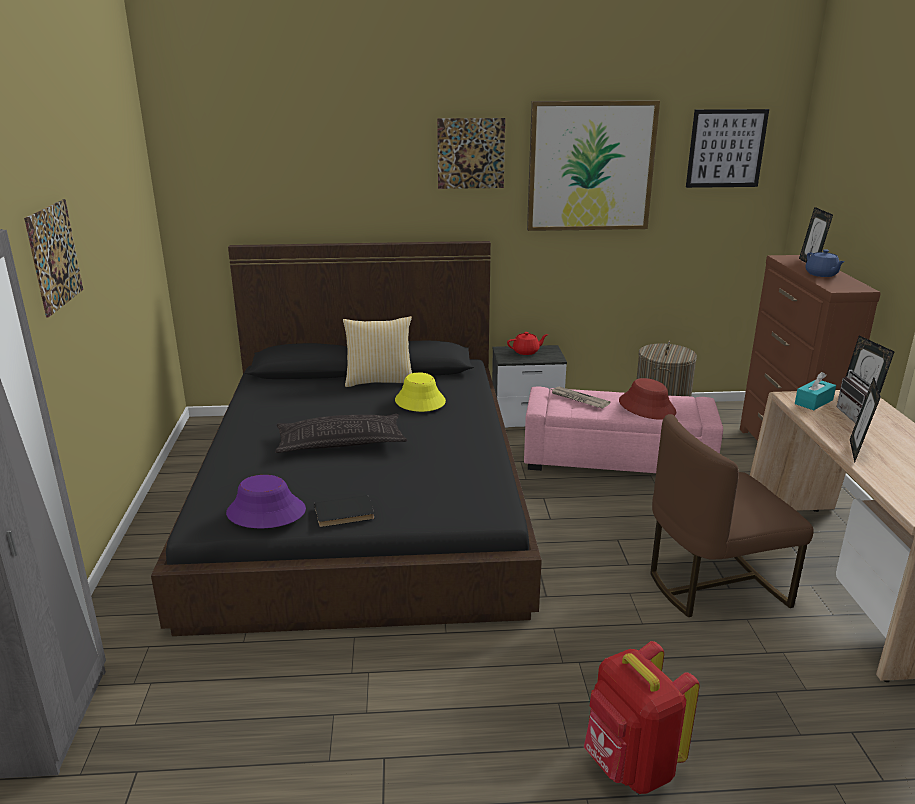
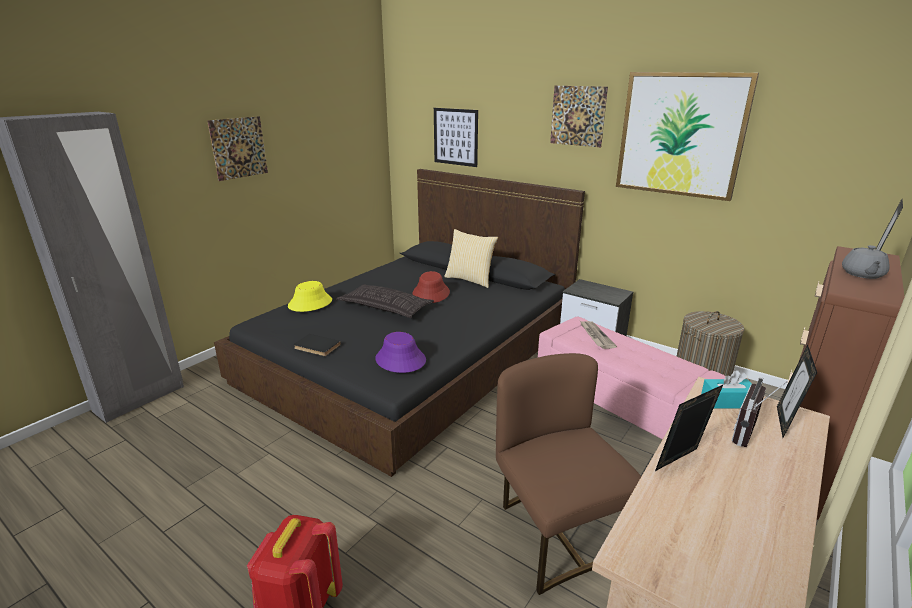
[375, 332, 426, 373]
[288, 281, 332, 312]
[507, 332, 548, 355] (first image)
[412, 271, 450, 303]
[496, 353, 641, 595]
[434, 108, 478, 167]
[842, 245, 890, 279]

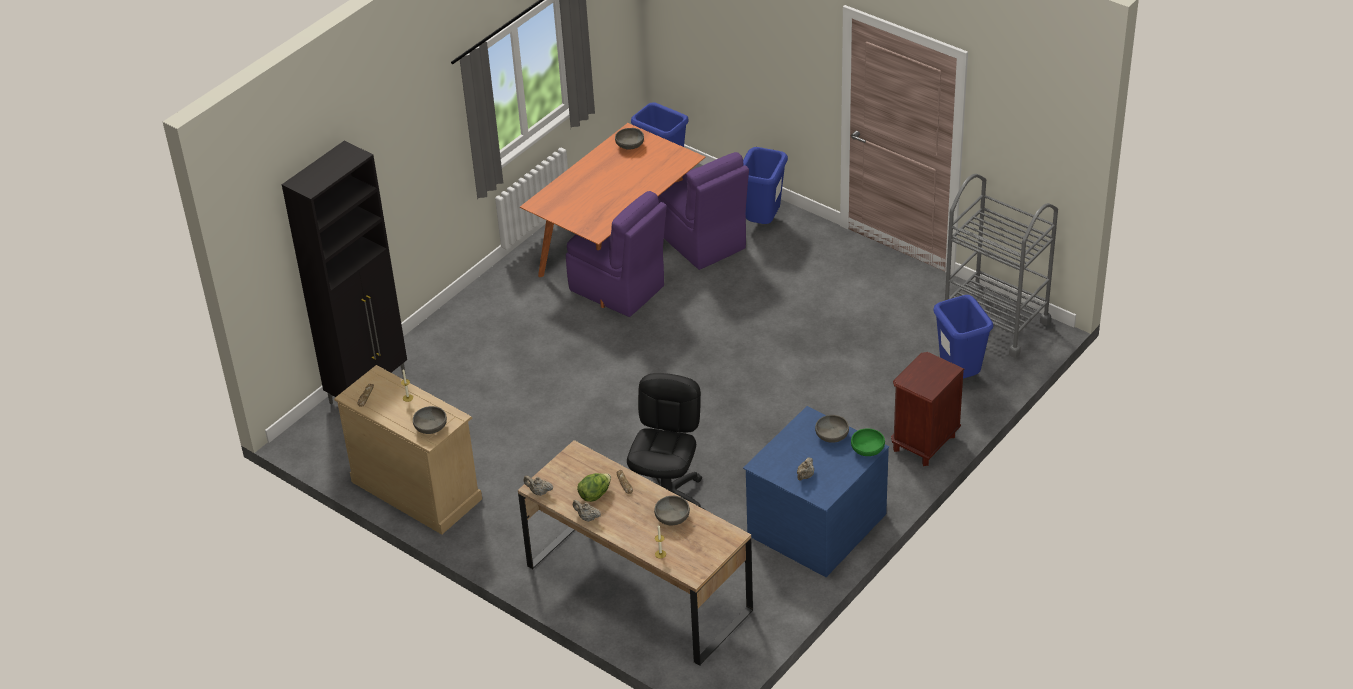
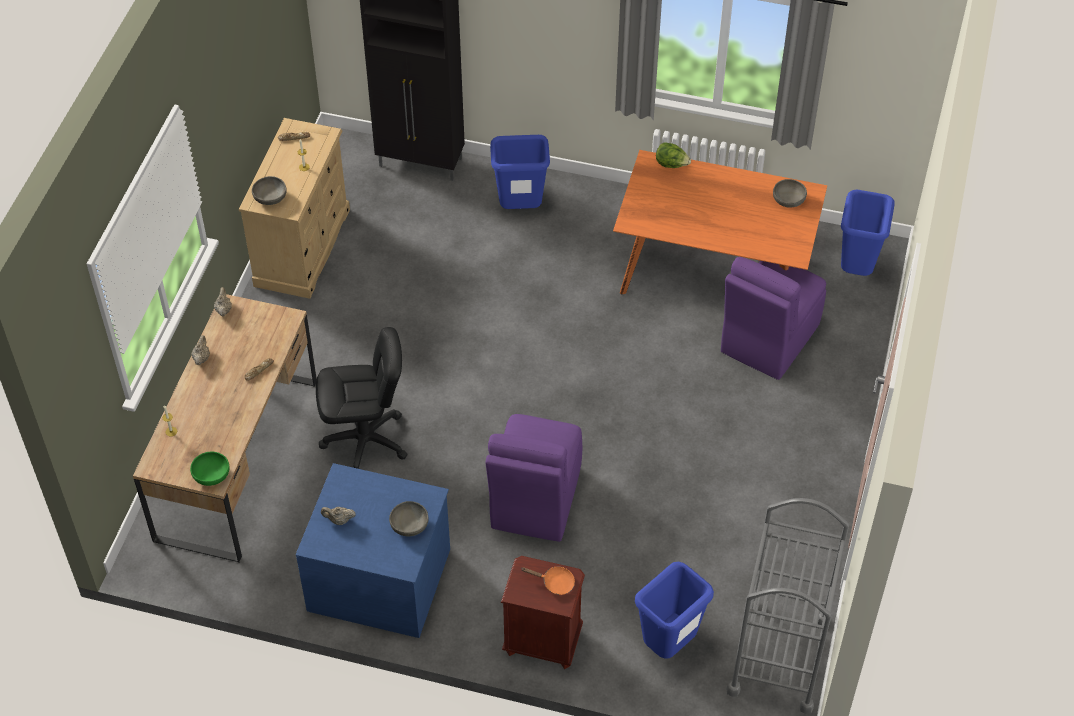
[485, 414, 582, 542]
[656, 142, 691, 168]
[654, 496, 690, 525] (first image)
[490, 135, 550, 209]
[190, 452, 230, 486]
[521, 567, 575, 595]

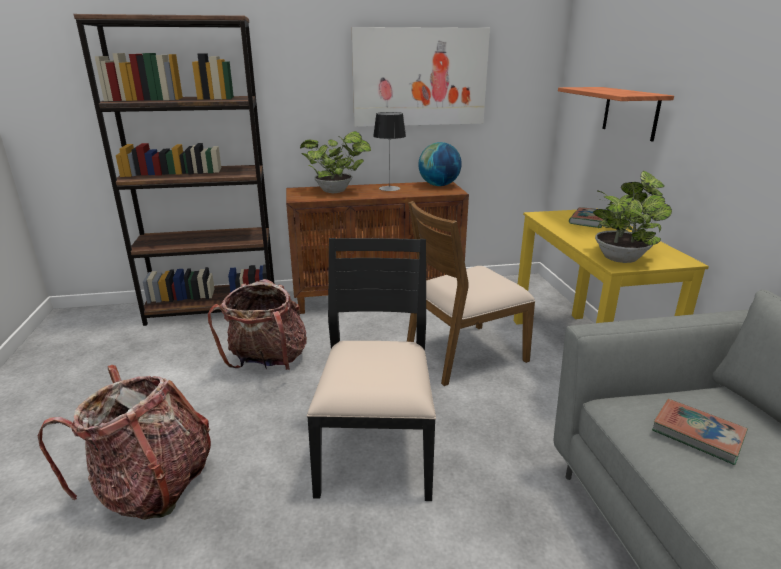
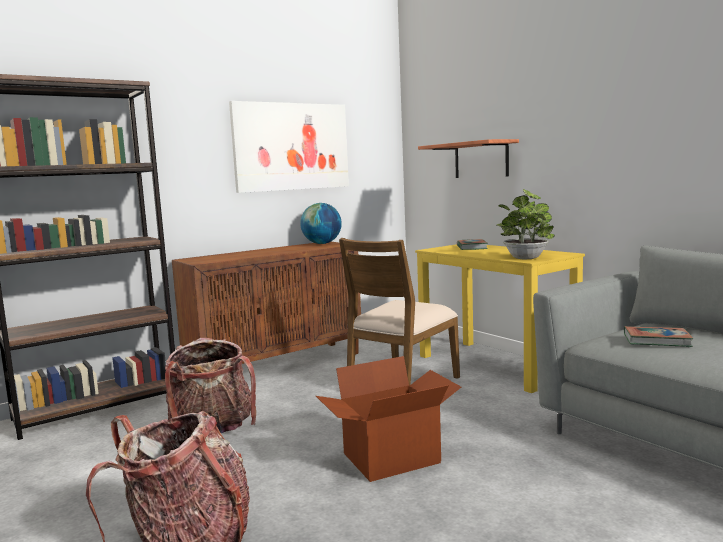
[300, 131, 371, 193] (first image)
[316, 356, 461, 482]
[373, 112, 406, 191] (first image)

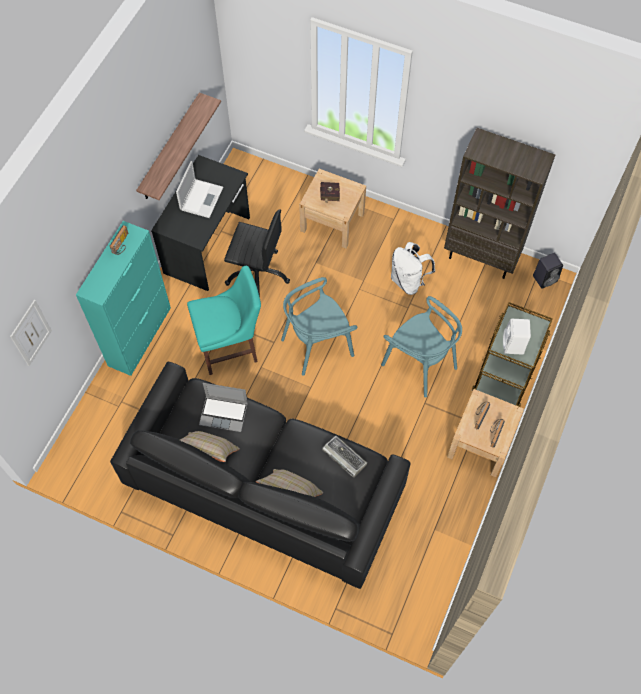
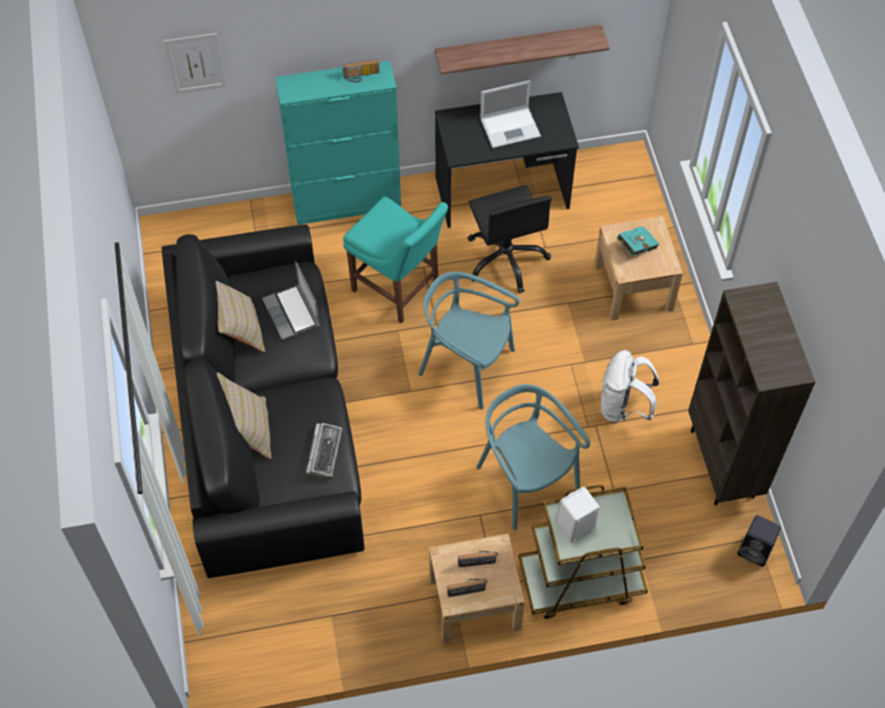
[617, 227, 659, 256]
[476, 384, 590, 530]

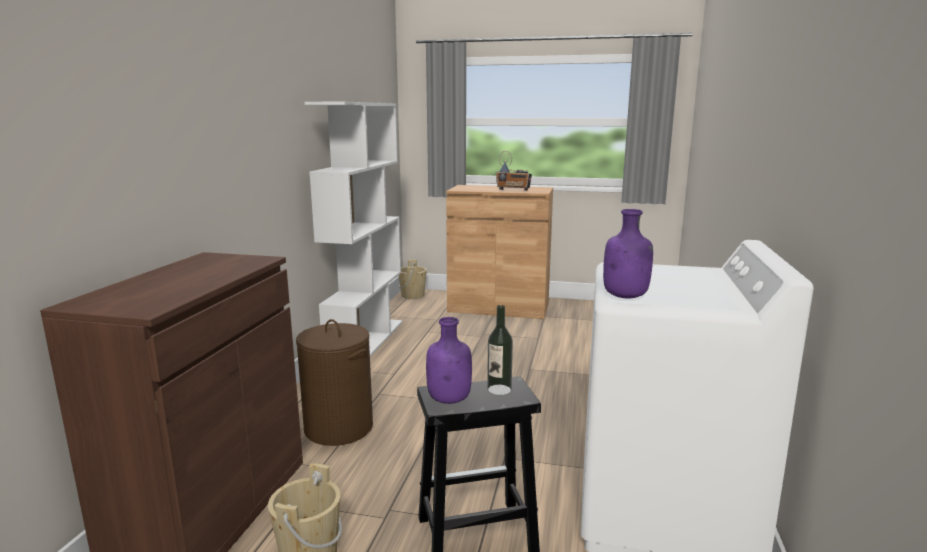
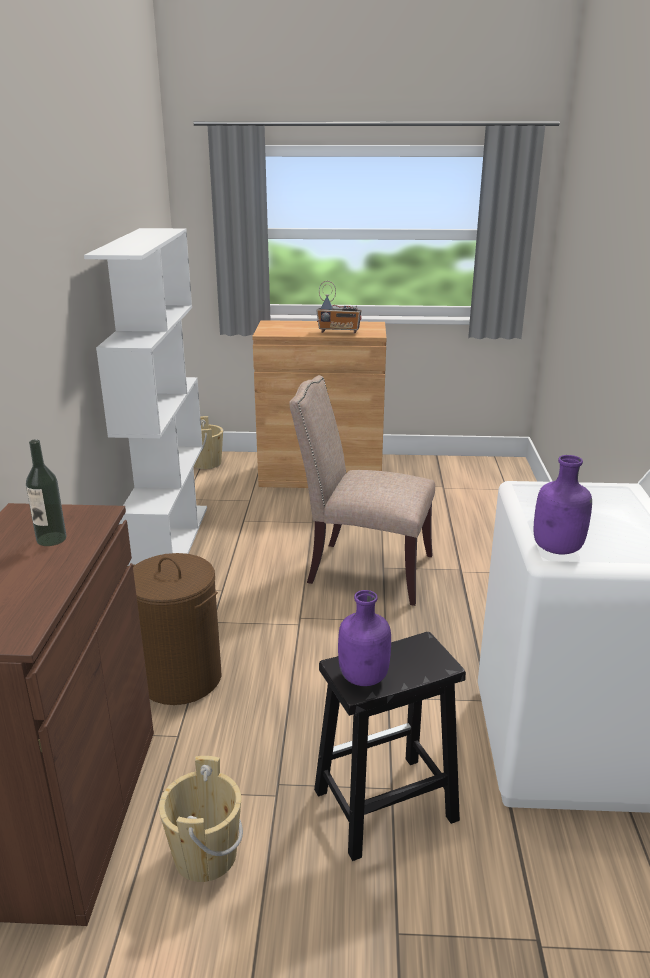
[26, 439, 67, 546]
[289, 375, 435, 606]

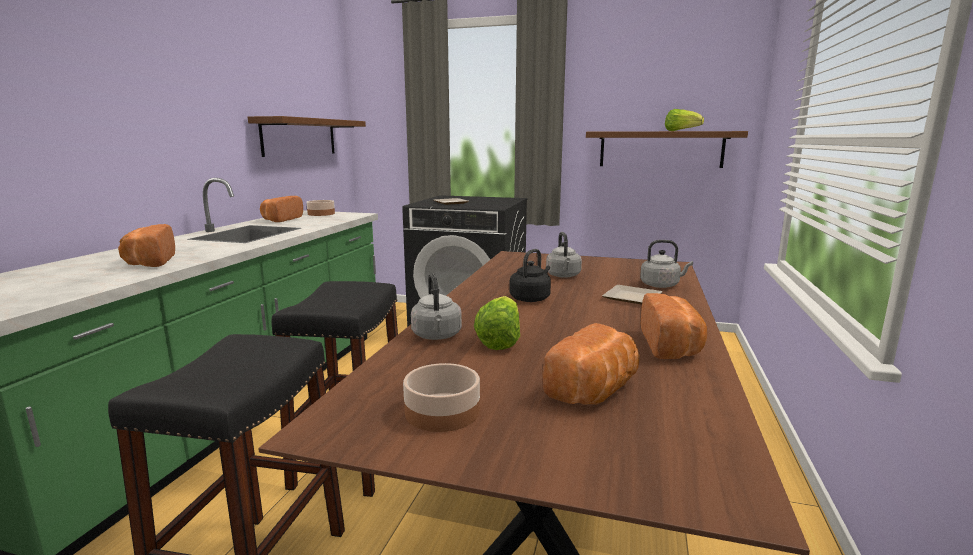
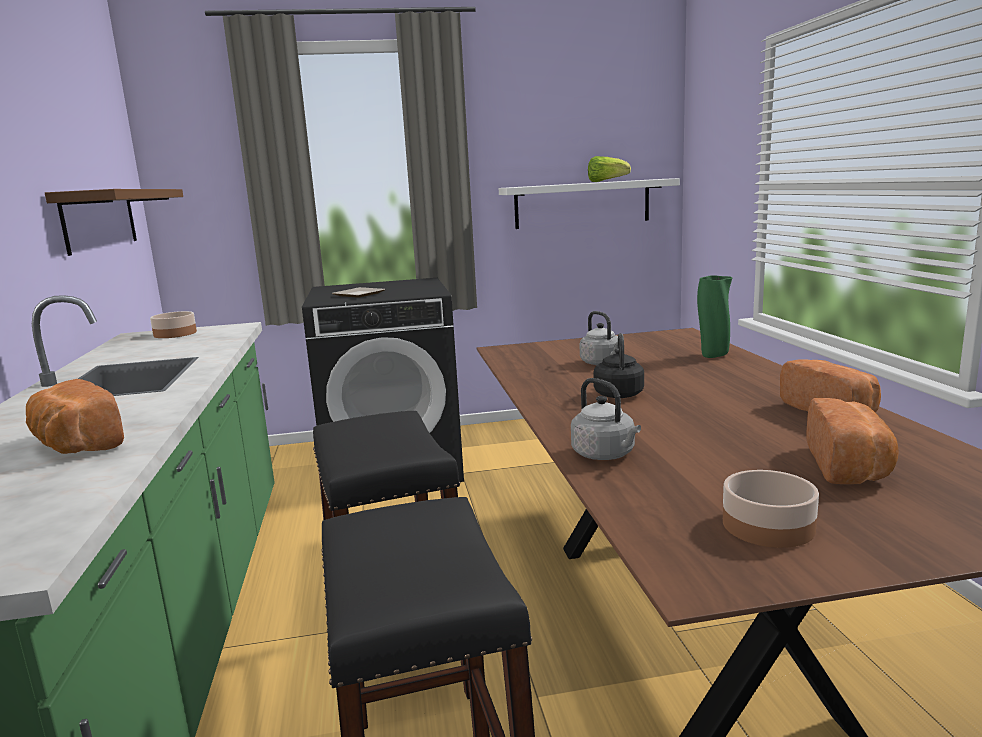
[260, 196, 303, 222] (first image)
[474, 296, 520, 350] (first image)
[499, 178, 680, 229]
[602, 285, 662, 305] (first image)
[697, 275, 732, 358]

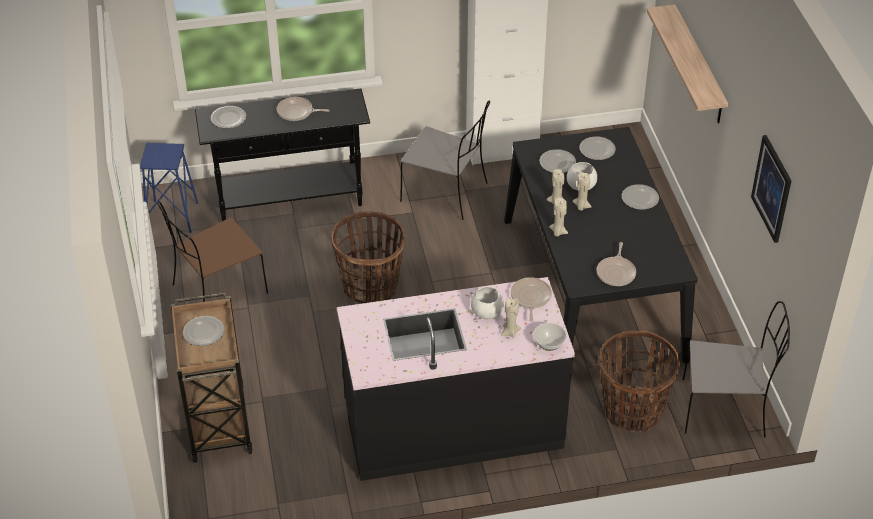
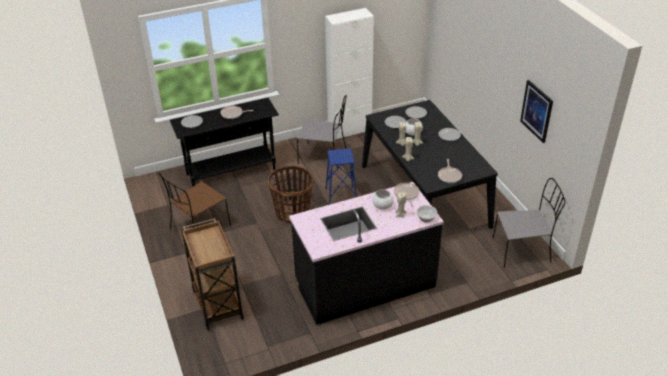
[325, 148, 357, 205]
[183, 316, 224, 346] (first image)
[599, 331, 680, 432] (first image)
[647, 4, 728, 124] (first image)

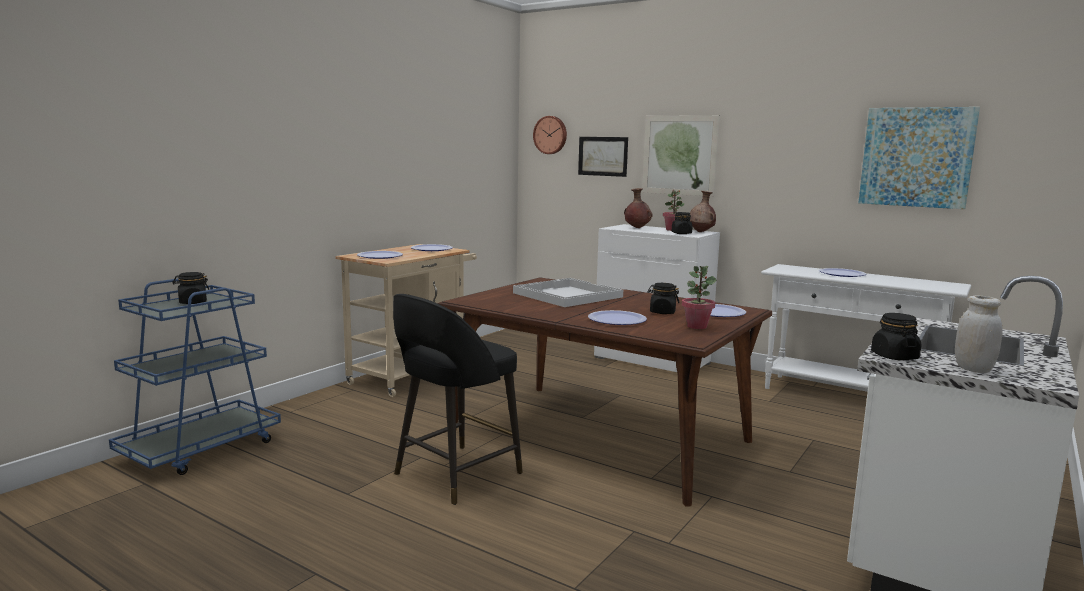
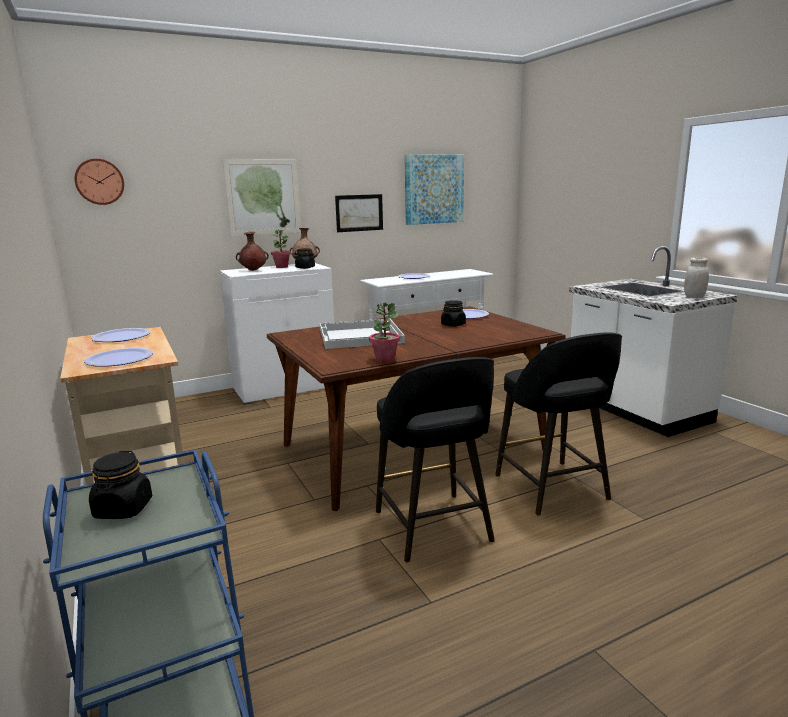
[335, 194, 383, 232]
[588, 310, 647, 325] (first image)
[369, 302, 400, 363]
[871, 313, 921, 360] (first image)
[495, 332, 622, 516]

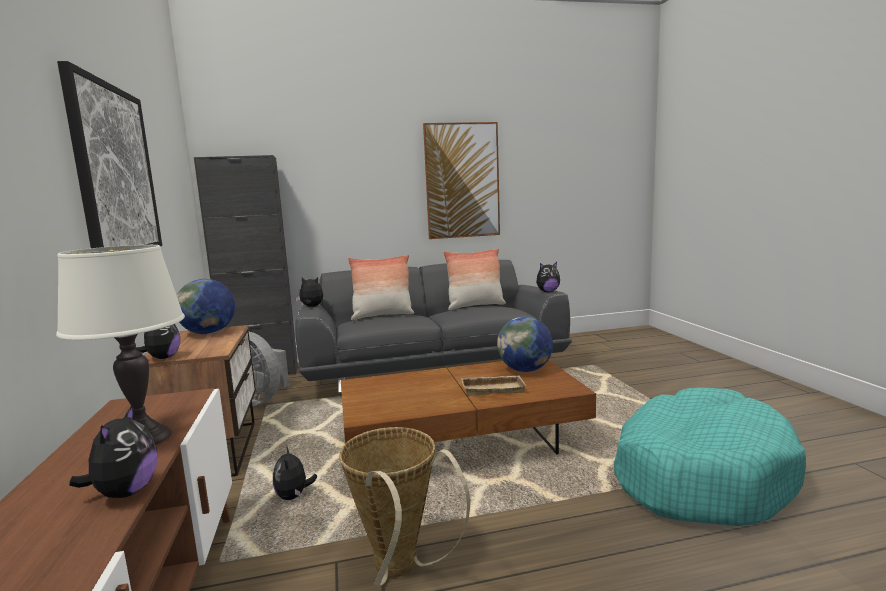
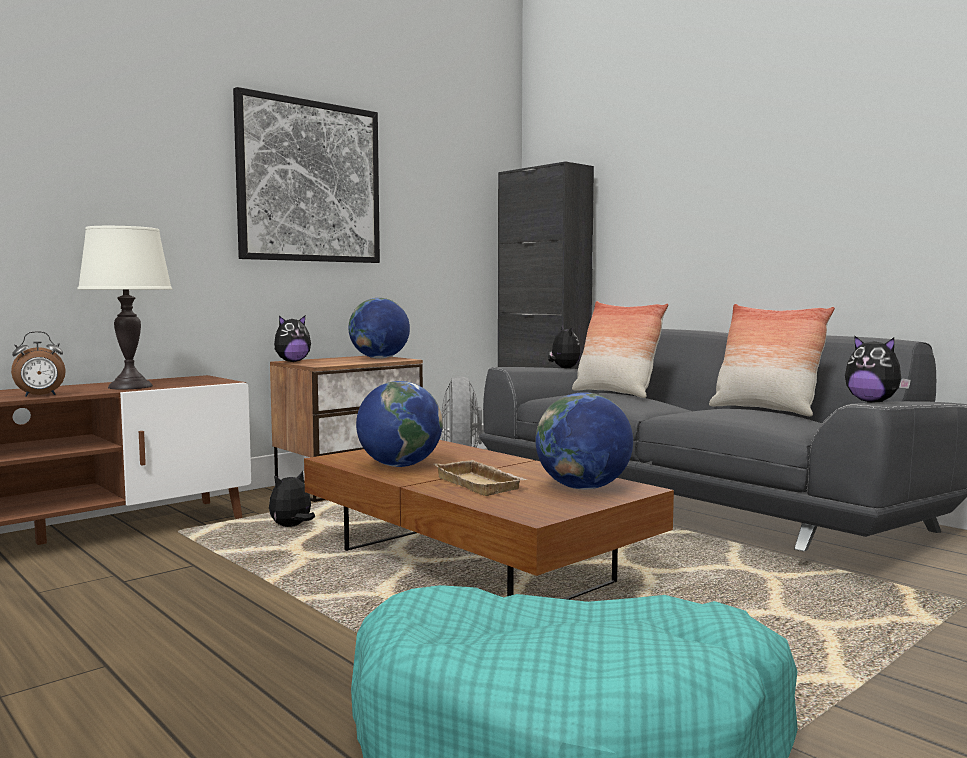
[11, 331, 66, 397]
[339, 427, 470, 586] (first image)
[423, 122, 500, 239] (first image)
[356, 381, 443, 467]

